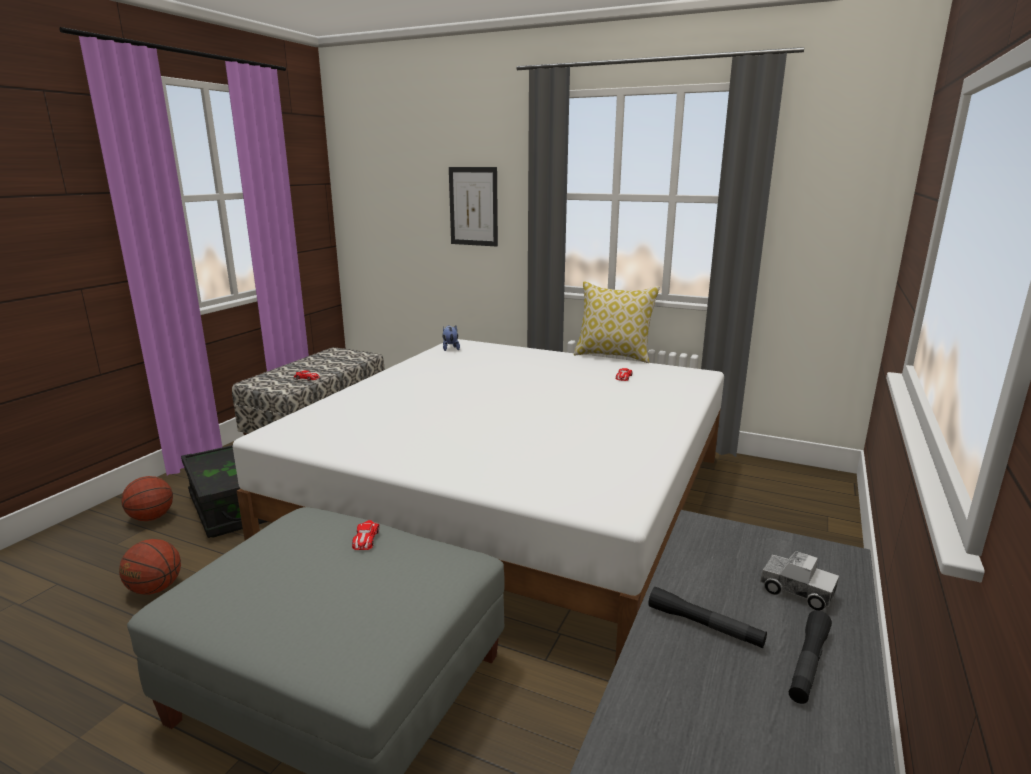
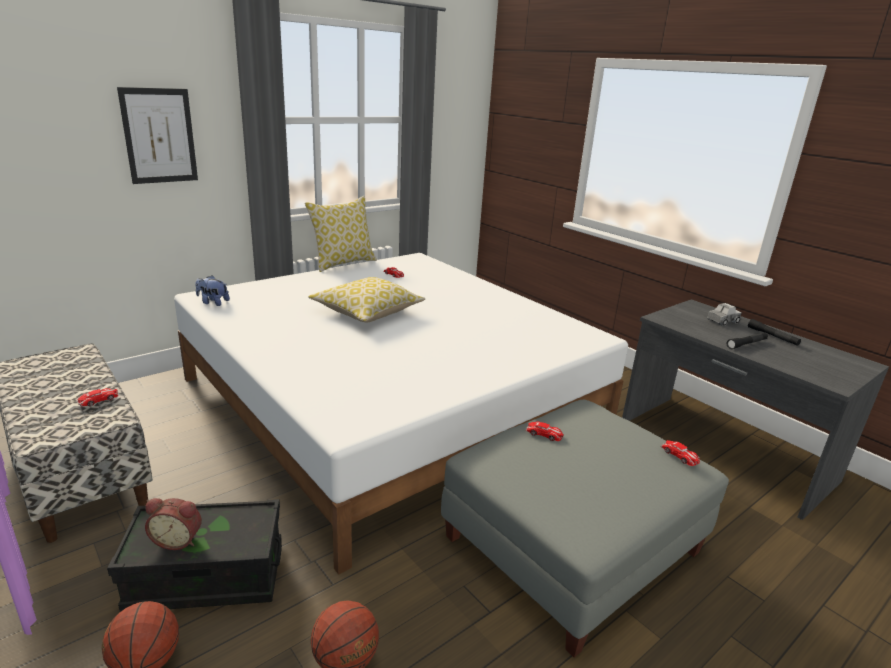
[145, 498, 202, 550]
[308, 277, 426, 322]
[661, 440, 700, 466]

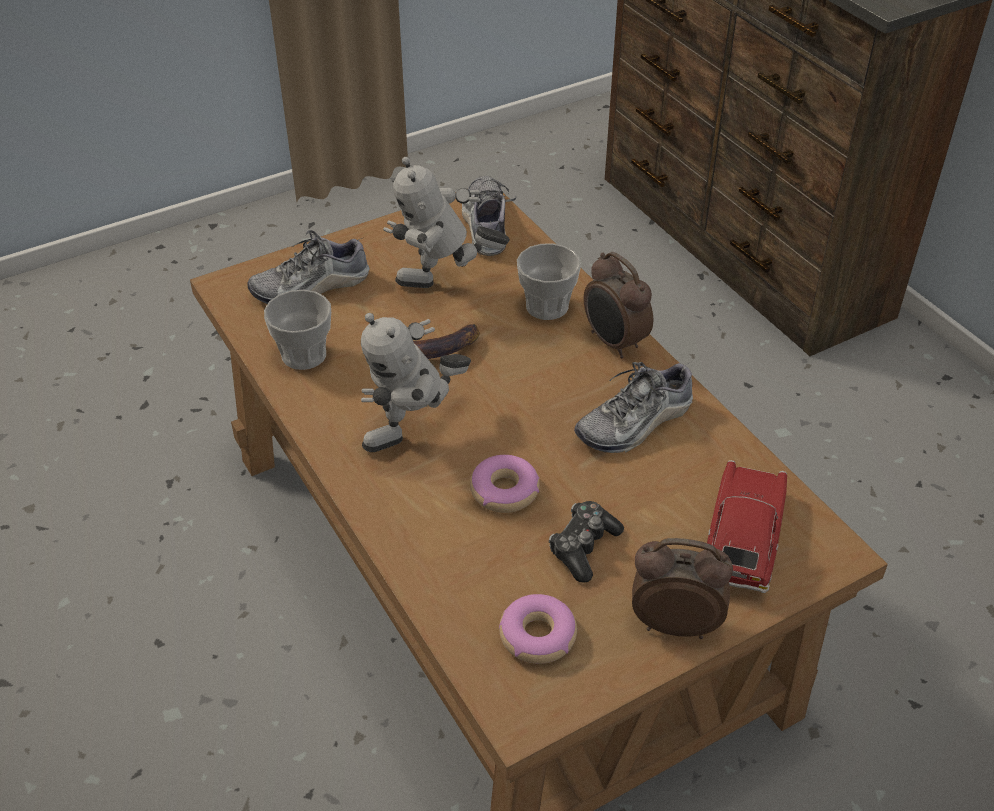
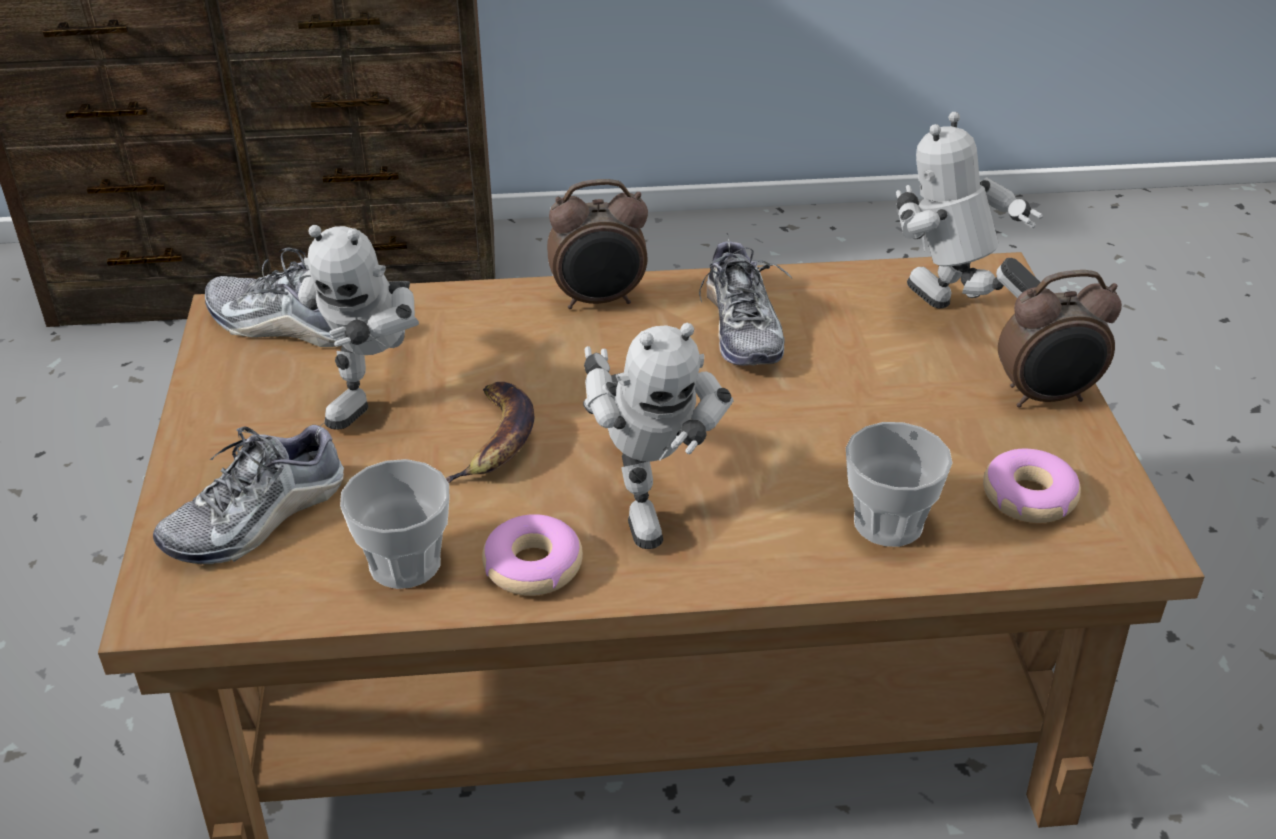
[153, 419, 344, 564]
[482, 514, 583, 596]
[846, 422, 952, 547]
[549, 501, 624, 583] (first image)
[998, 270, 1122, 408]
[896, 112, 1043, 309]

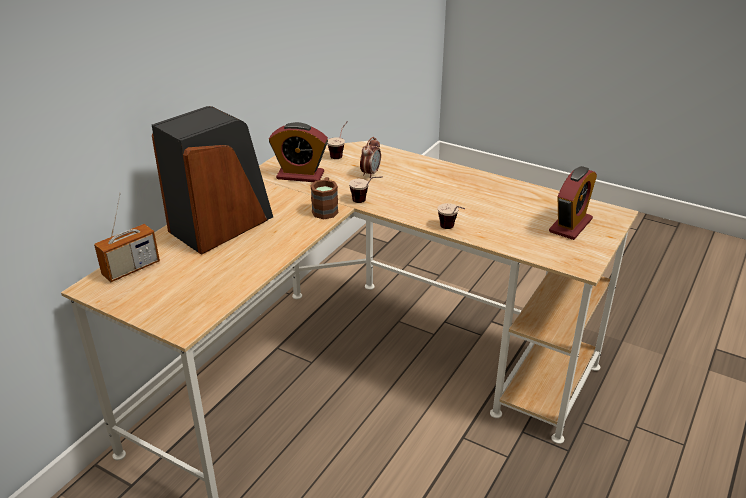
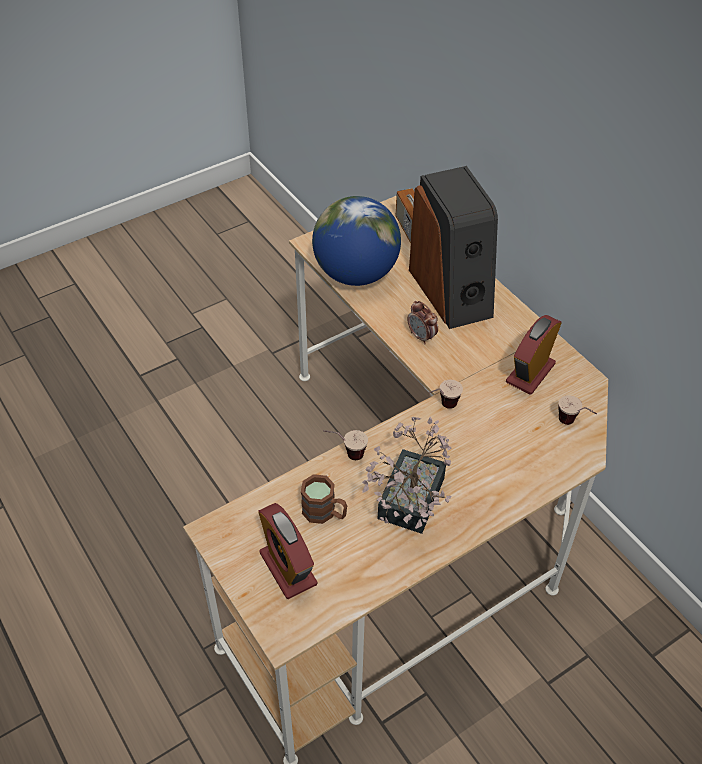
[301, 474, 347, 524]
[407, 301, 438, 344]
[312, 196, 401, 286]
[362, 417, 452, 534]

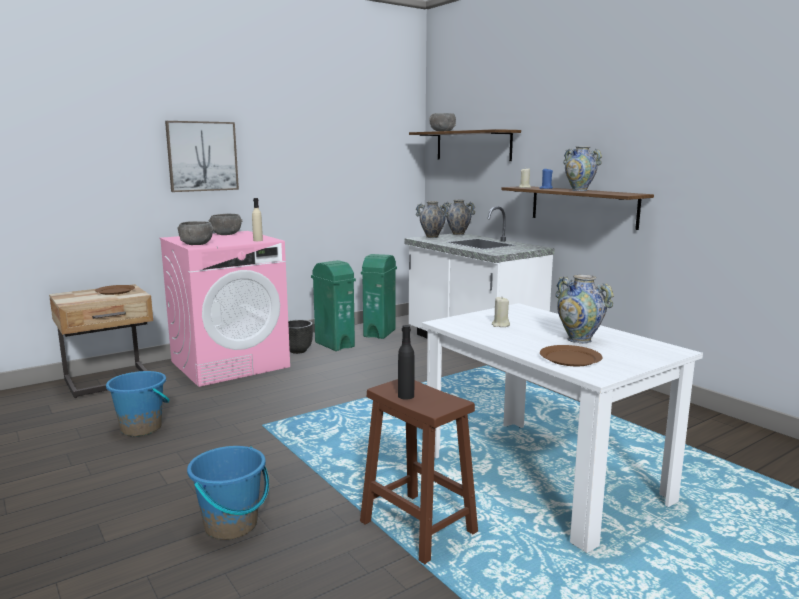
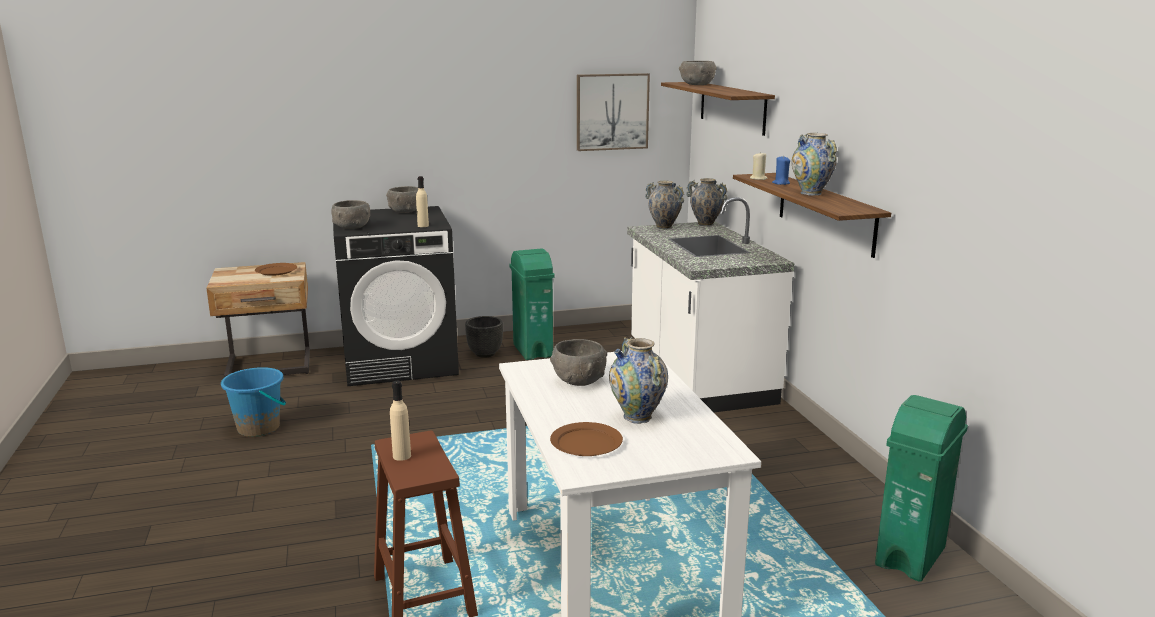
[333, 206, 459, 386]
[577, 73, 650, 151]
[187, 446, 269, 540] (first image)
[875, 395, 968, 582]
[390, 381, 411, 461]
[550, 339, 607, 386]

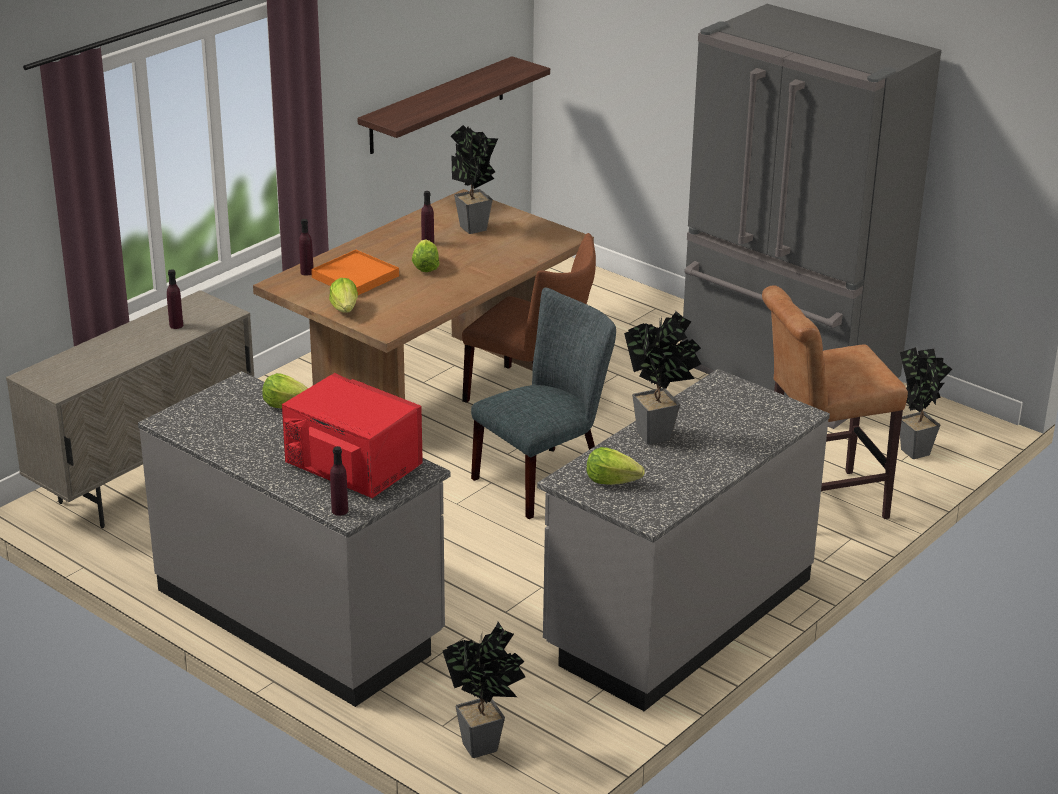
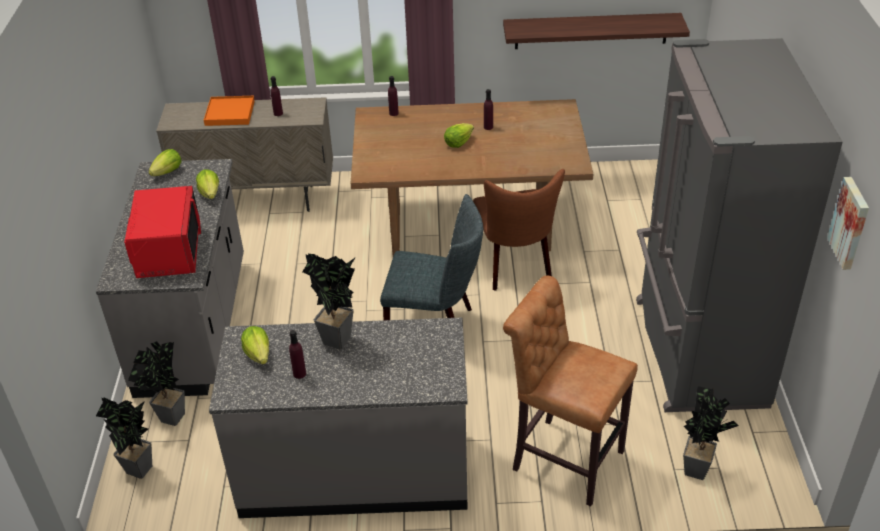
[204, 96, 255, 126]
[148, 149, 182, 176]
[289, 330, 306, 379]
[128, 341, 185, 426]
[827, 177, 869, 270]

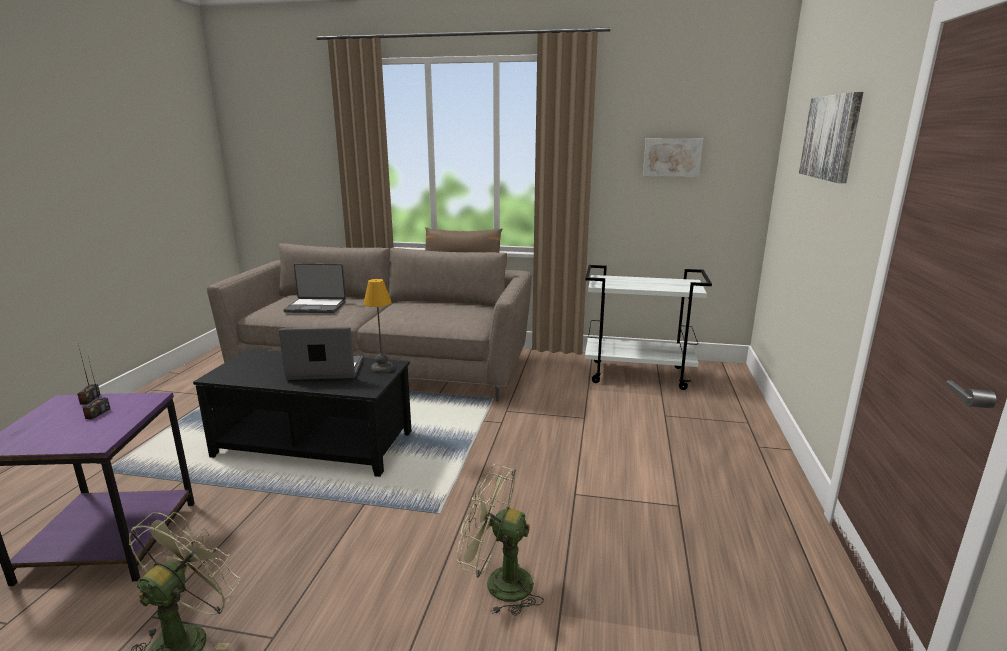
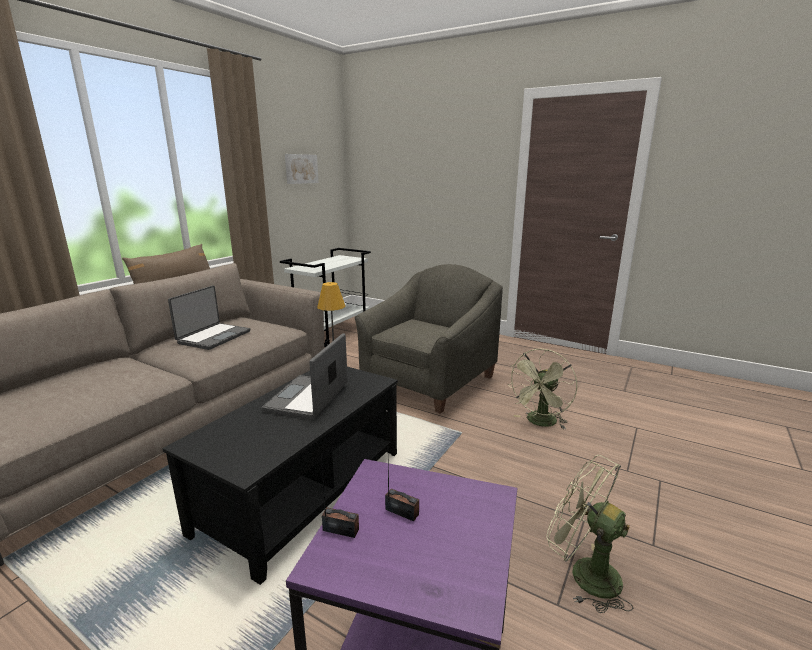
[168, 286, 250, 350]
[799, 92, 863, 183] (first image)
[355, 264, 503, 414]

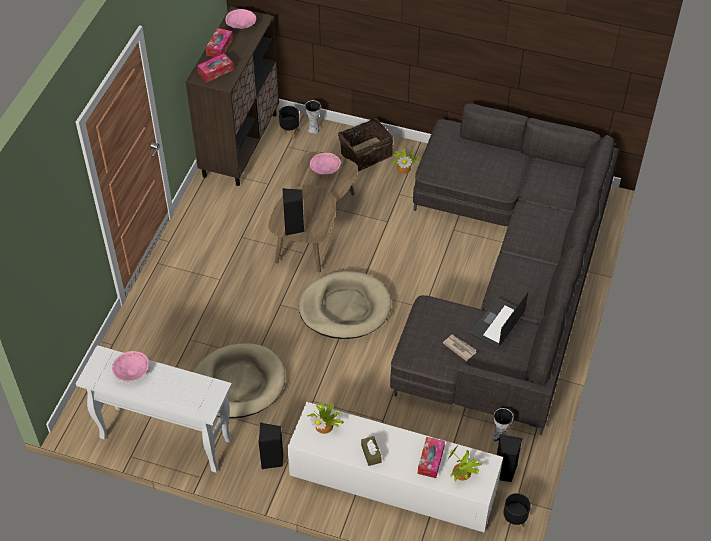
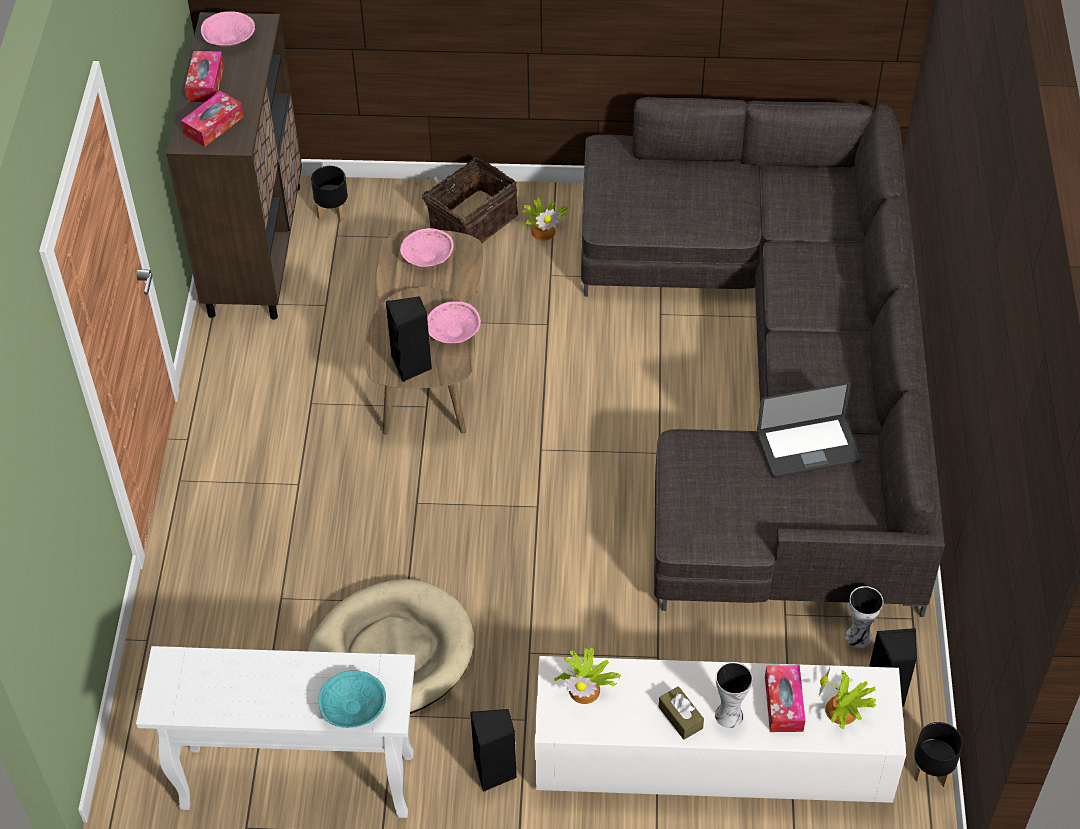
[427, 301, 481, 343]
[299, 271, 391, 339] (first image)
[715, 662, 753, 728]
[443, 334, 477, 361] (first image)
[757, 382, 861, 478]
[318, 670, 386, 728]

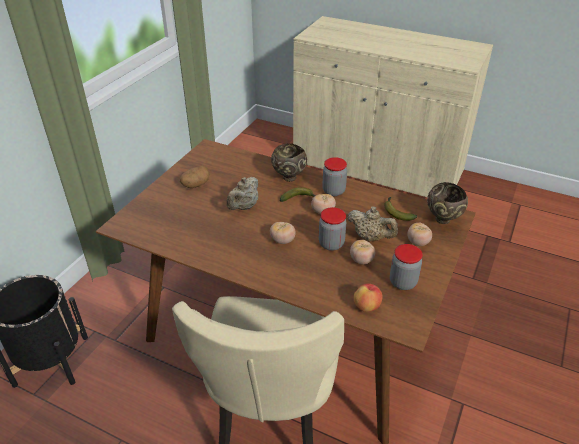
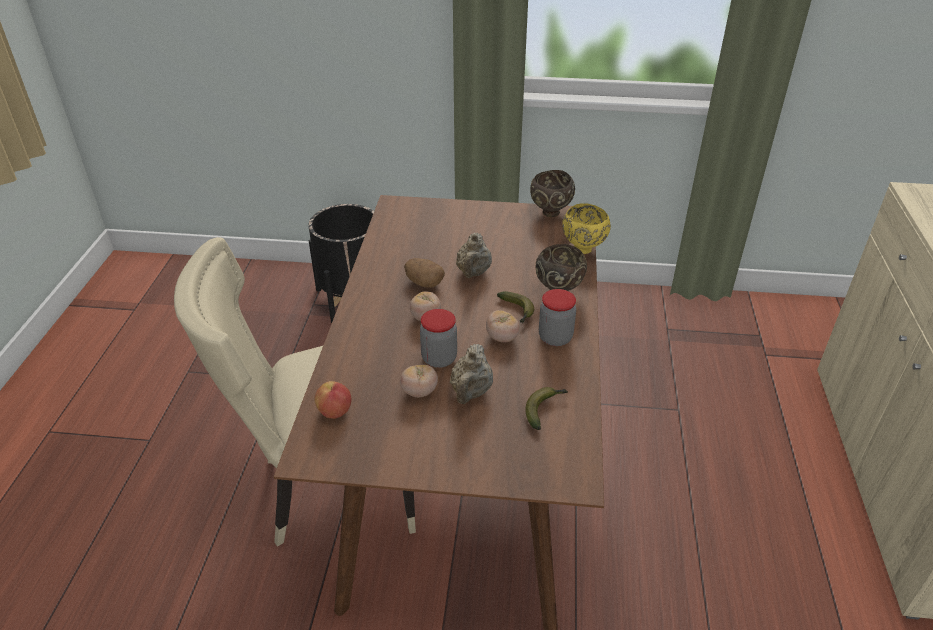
[404, 258, 445, 288]
[456, 233, 492, 278]
[390, 244, 423, 290] (first image)
[408, 223, 432, 246] (first image)
[530, 170, 575, 217]
[562, 203, 611, 254]

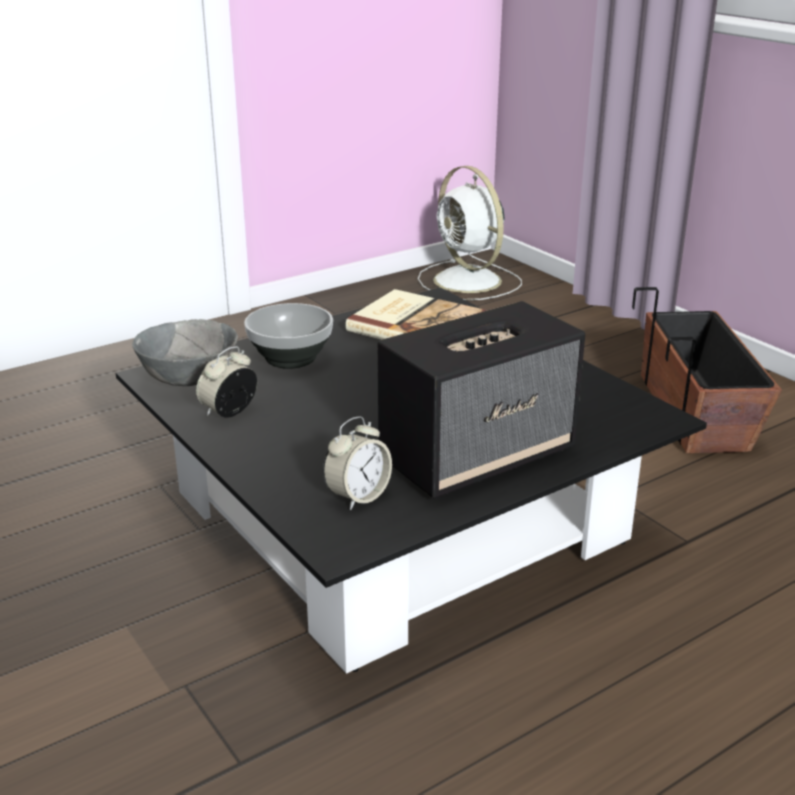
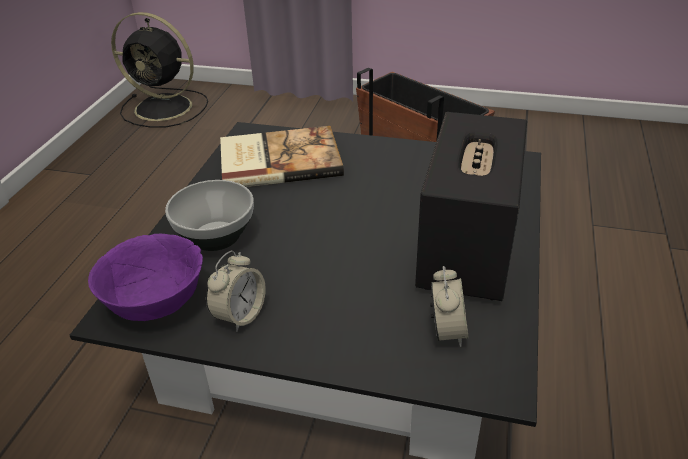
[88, 234, 203, 321]
[206, 250, 266, 332]
[111, 12, 208, 128]

